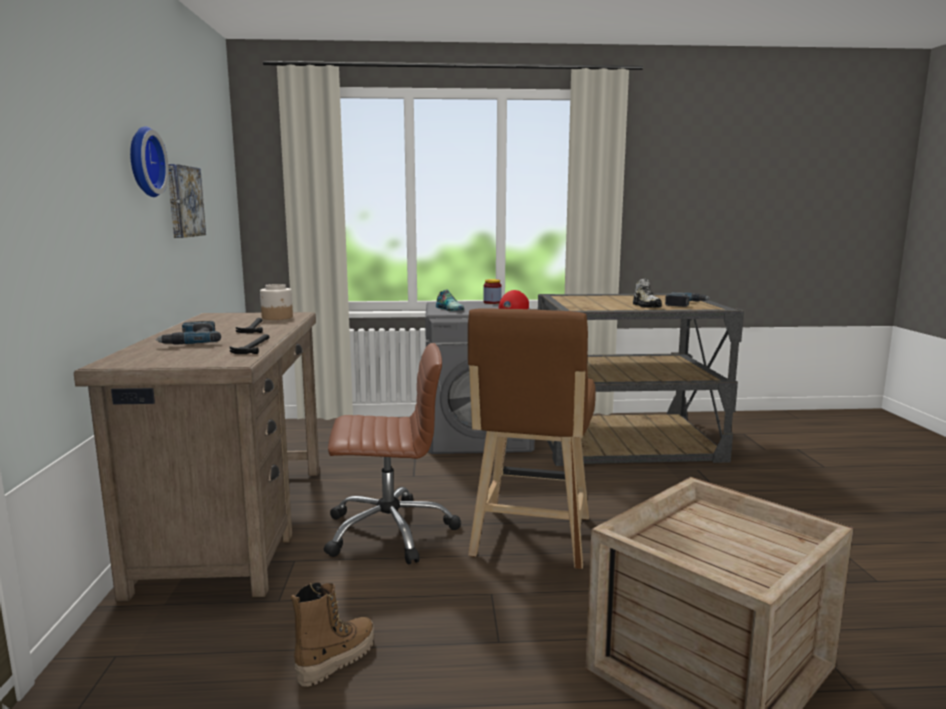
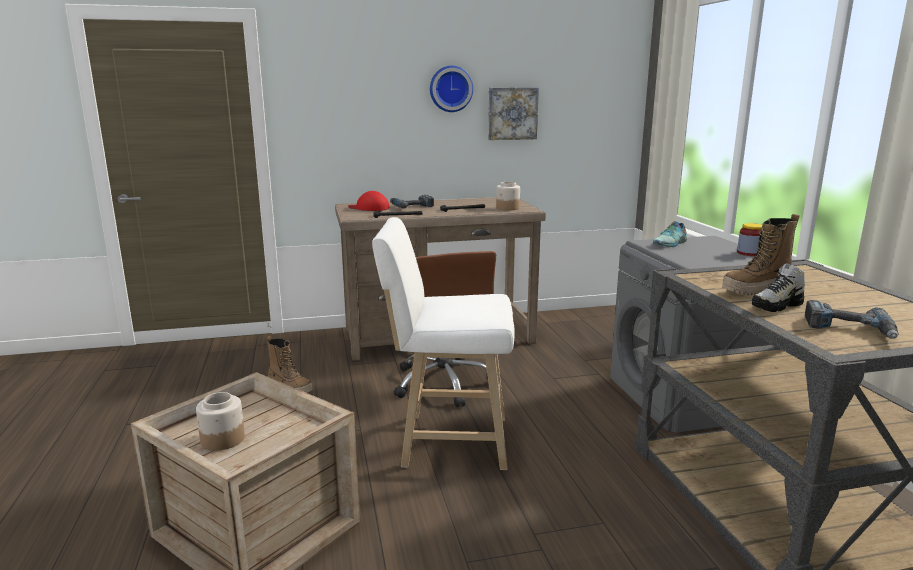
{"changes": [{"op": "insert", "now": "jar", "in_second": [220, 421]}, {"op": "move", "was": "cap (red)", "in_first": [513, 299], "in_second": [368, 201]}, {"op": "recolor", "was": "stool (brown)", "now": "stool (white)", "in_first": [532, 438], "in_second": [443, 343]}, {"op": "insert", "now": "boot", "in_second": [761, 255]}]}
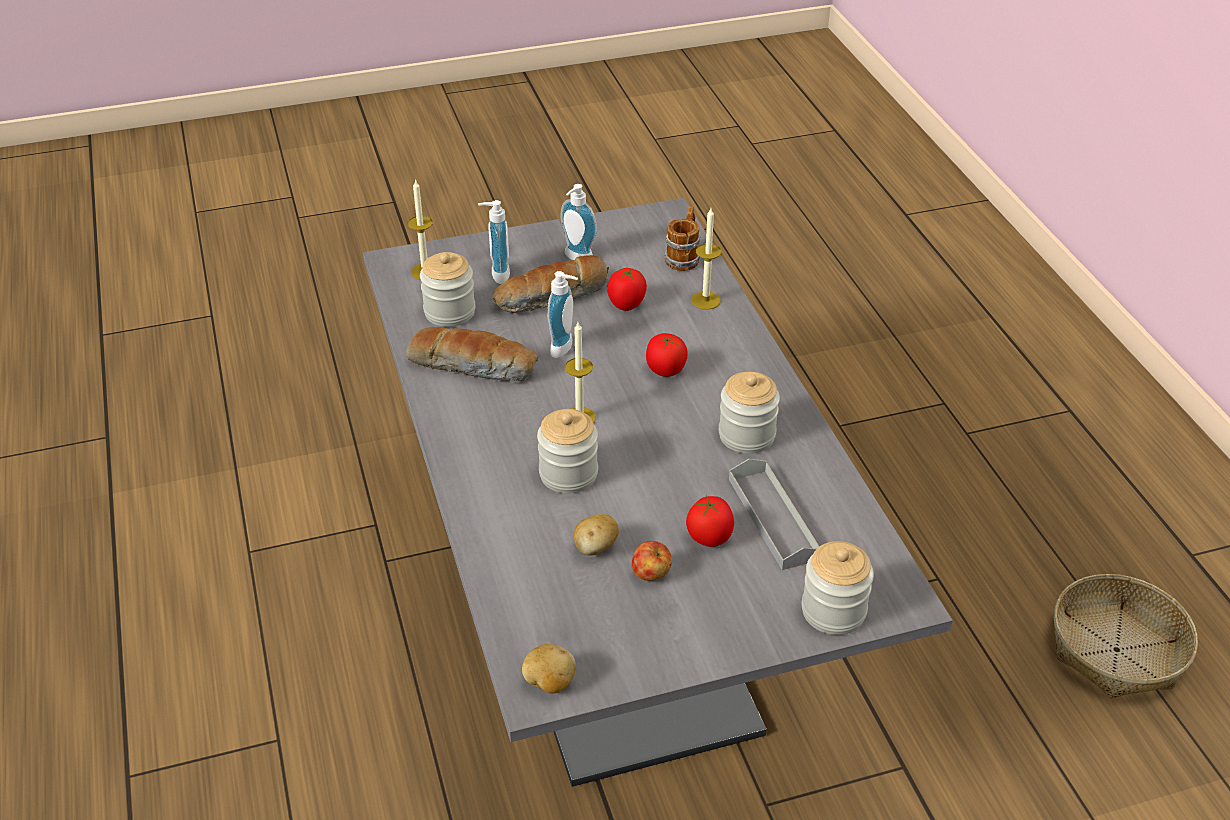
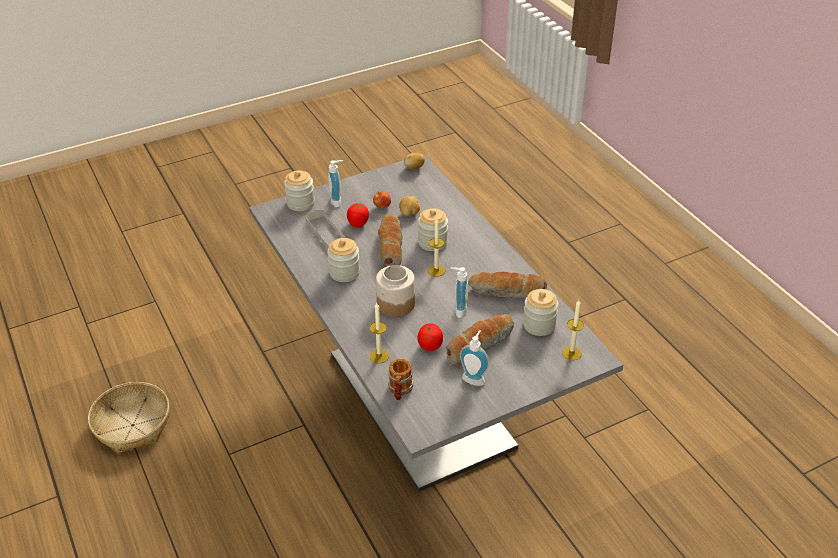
{"changes": [{"op": "move", "was": "soap dispenser", "in_first": [494, 242], "in_second": [335, 183]}, {"op": "replace", "was": "tomato", "now": "jar", "in_first": [667, 355], "in_second": [395, 291]}, {"op": "insert", "now": "bread", "in_second": [390, 240]}]}
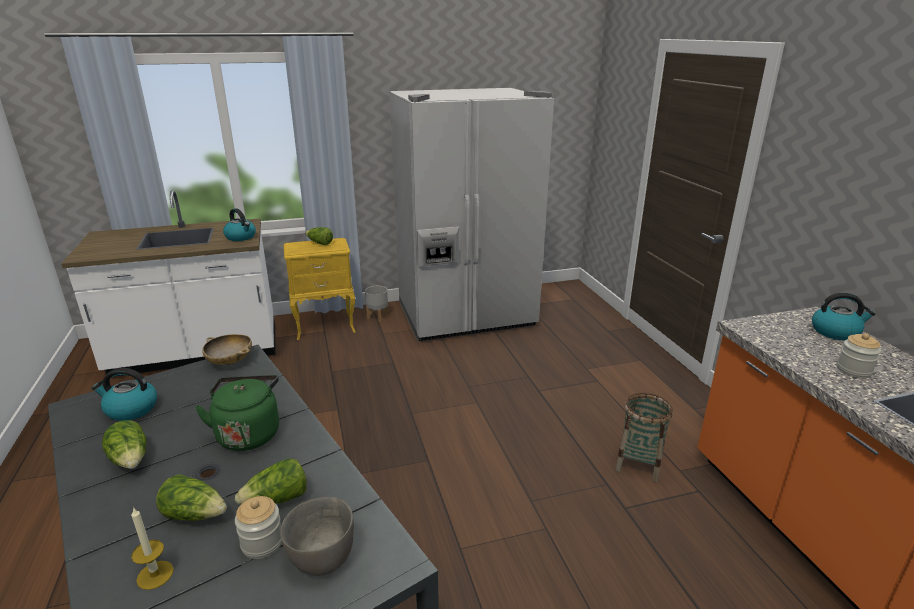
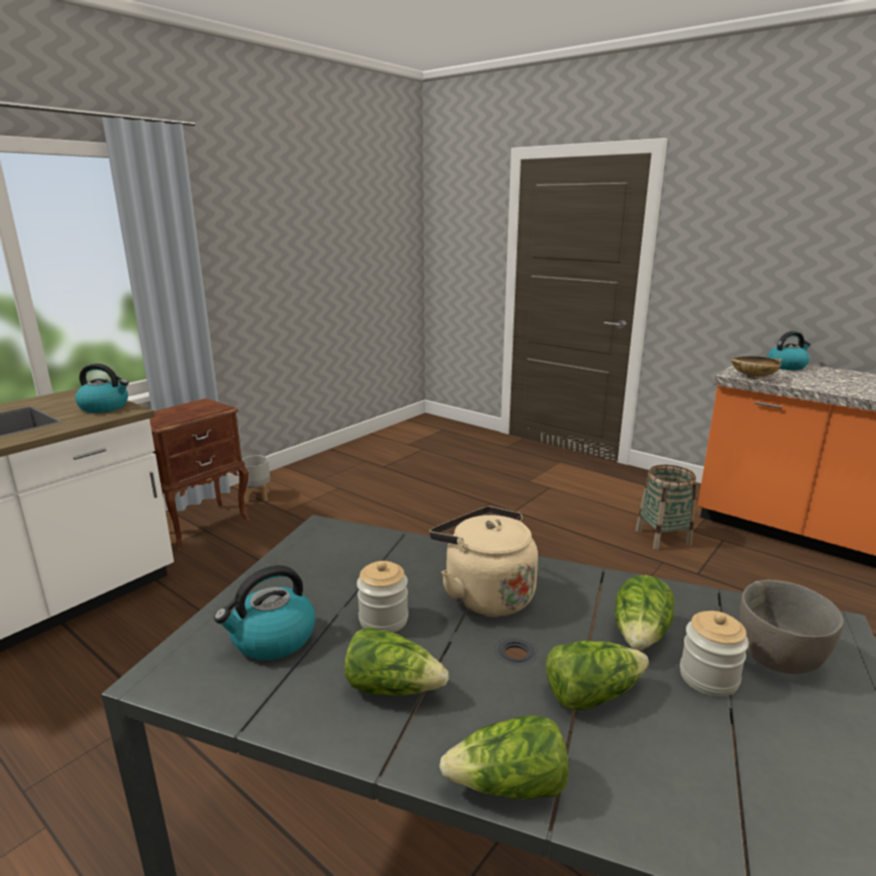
{"changes": [{"op": "recolor", "was": "nightstand (yellow)", "now": "nightstand (brown)", "in_first": [319, 289], "in_second": [199, 474]}, {"op": "move", "was": "jar", "in_first": [859, 355], "in_second": [382, 597]}, {"op": "recolor", "was": "kettle (green)", "now": "kettle (beige)", "in_first": [237, 413], "in_second": [483, 561]}, {"op": "move", "was": "lettuce", "in_first": [319, 236], "in_second": [504, 757]}, {"op": "move", "was": "bowl (beige)", "in_first": [227, 349], "in_second": [756, 367]}, {"op": "delete", "was": "candle", "in_first": [152, 548]}, {"op": "delete", "was": "fridge (white)", "in_first": [471, 215]}]}
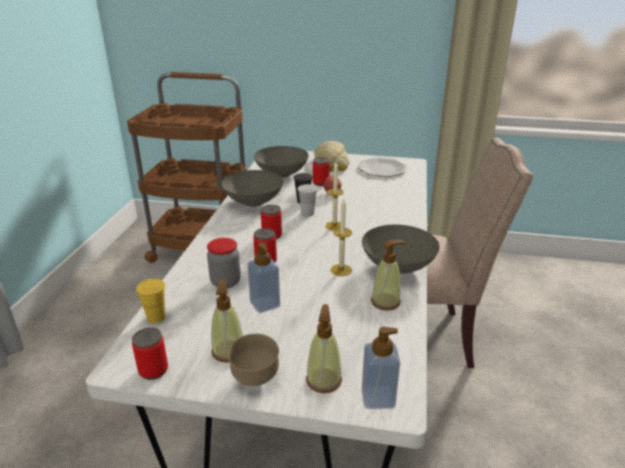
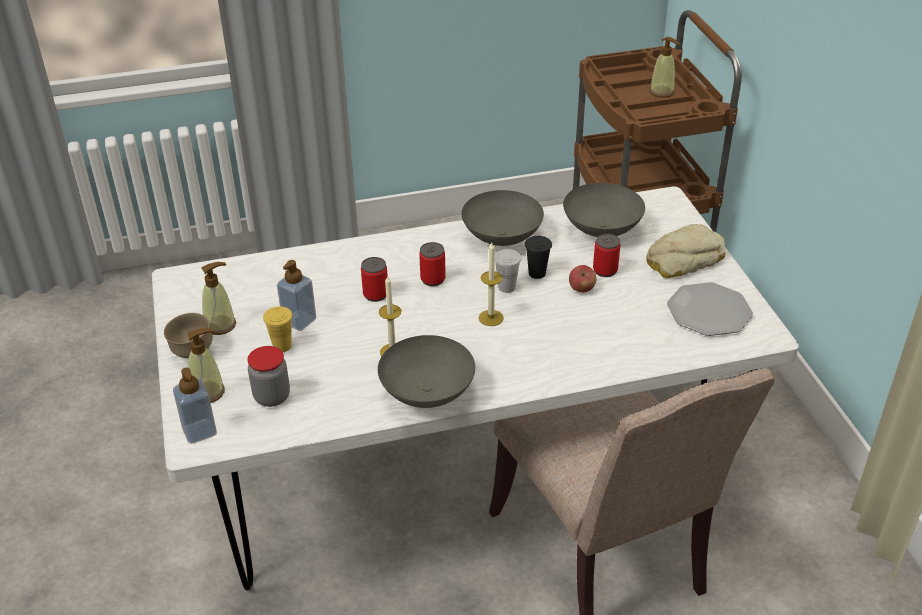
{"changes": [{"op": "move", "was": "jar", "in_first": [224, 263], "in_second": [268, 376]}, {"op": "move", "was": "cup (yellow)", "in_first": [150, 301], "in_second": [278, 329]}, {"op": "move", "was": "soap dispenser", "in_first": [388, 275], "in_second": [665, 67]}, {"op": "delete", "was": "can", "in_first": [150, 354]}]}
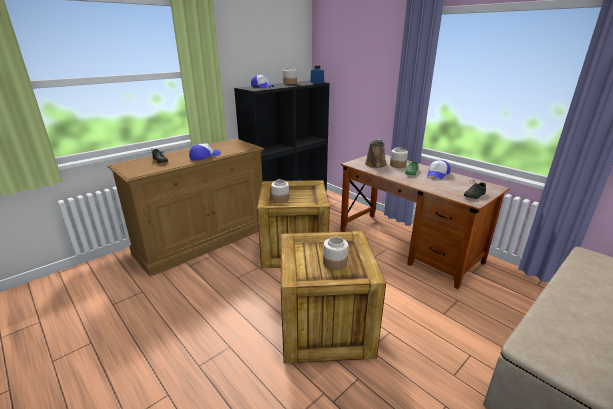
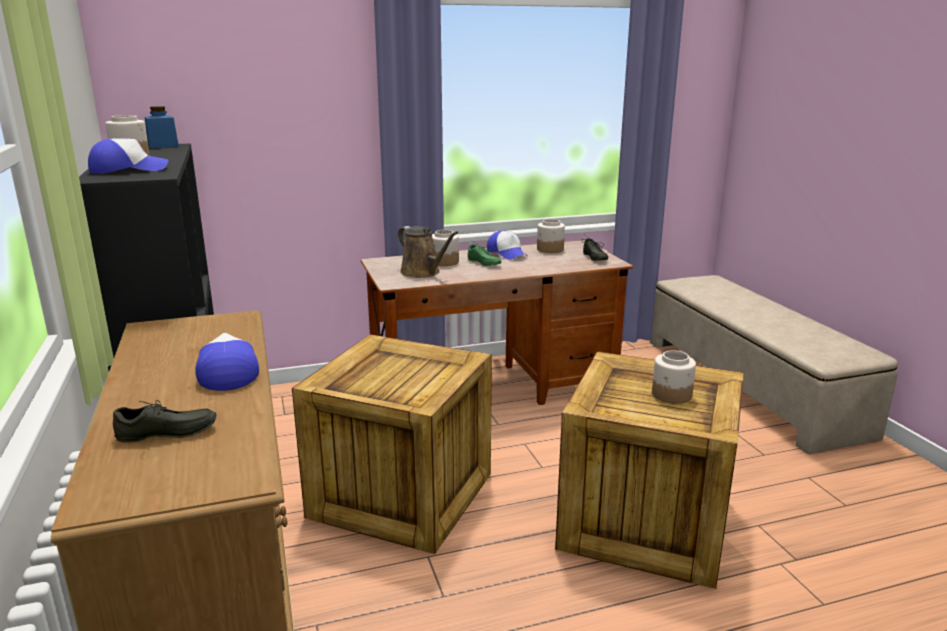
{"changes": [{"op": "move", "was": "jar", "in_first": [280, 191], "in_second": [551, 236]}]}
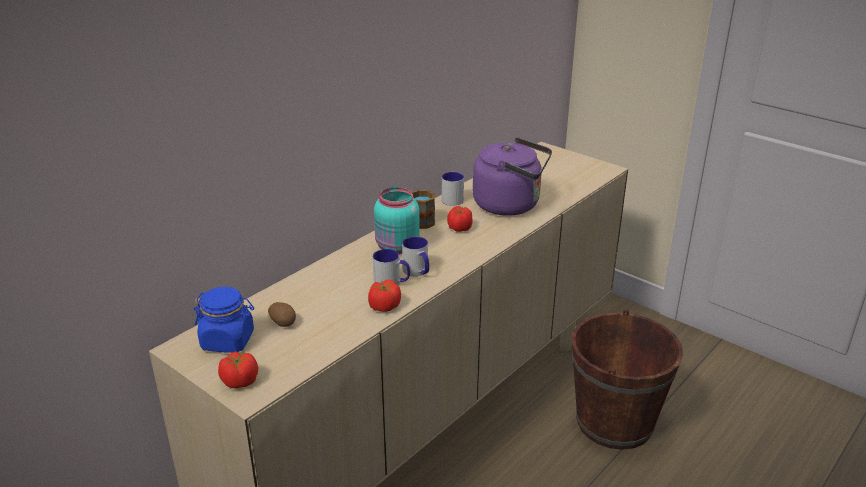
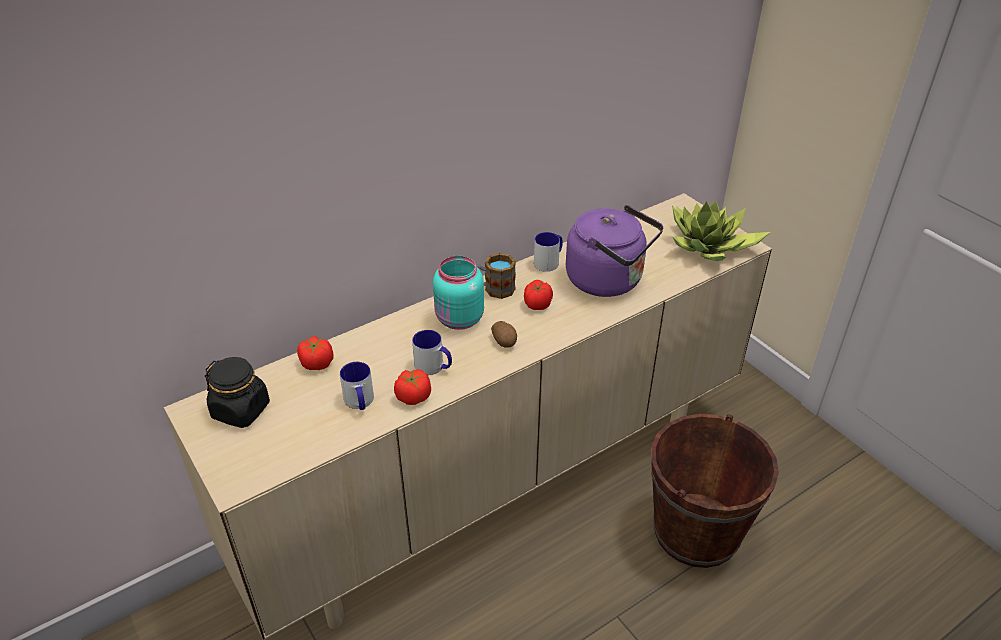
{"changes": [{"op": "recolor", "was": "jar (blue)", "now": "jar (black)", "in_first": [224, 320], "in_second": [237, 392]}, {"op": "move", "was": "tomato", "in_first": [238, 369], "in_second": [315, 353]}, {"op": "move", "was": "mug", "in_first": [415, 256], "in_second": [357, 386]}, {"op": "move", "was": "potato", "in_first": [282, 314], "in_second": [504, 334]}, {"op": "insert", "now": "potted plant", "in_second": [721, 230]}]}
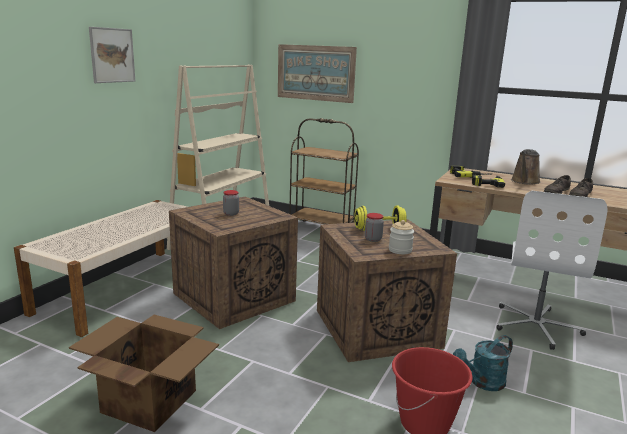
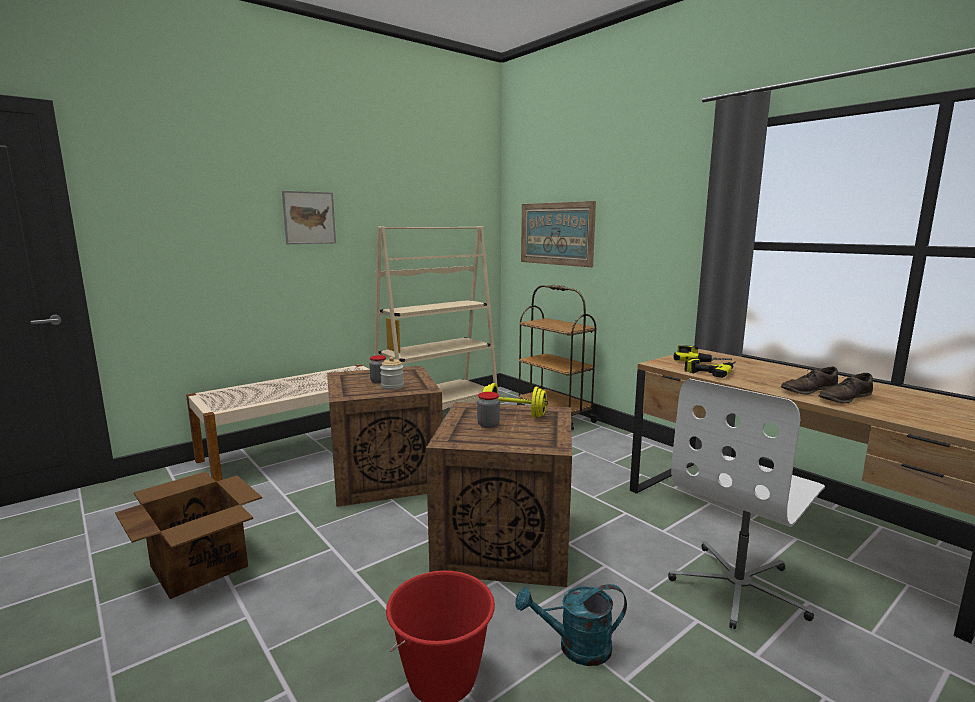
{"changes": [{"op": "move", "was": "jar", "in_first": [401, 237], "in_second": [392, 373]}, {"op": "delete", "was": "watering can (brown)", "in_first": [526, 167]}]}
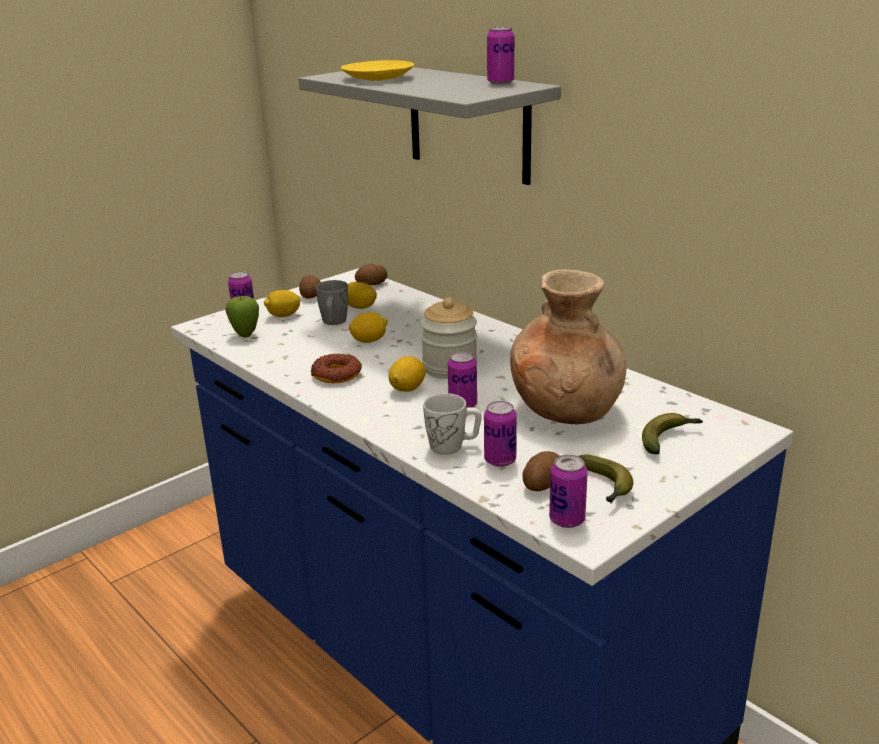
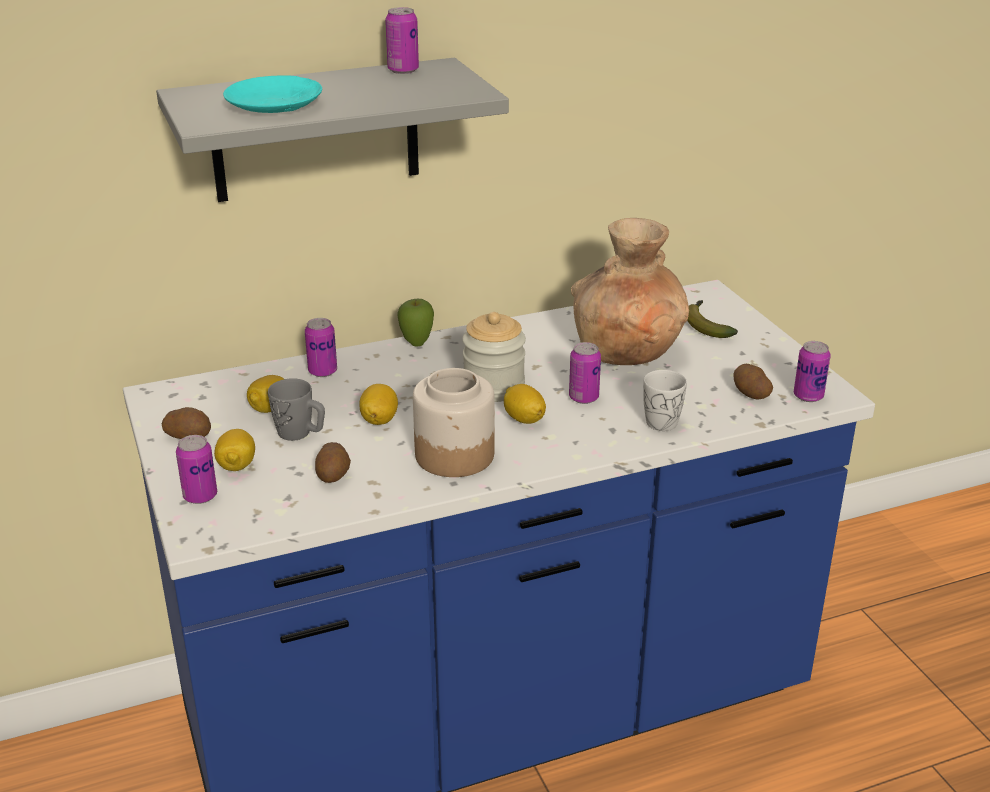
{"changes": [{"op": "recolor", "was": "plate (yellow)", "now": "plate (turquoise)", "in_first": [377, 70], "in_second": [272, 94]}, {"op": "move", "was": "can", "in_first": [500, 434], "in_second": [321, 347]}, {"op": "move", "was": "potato", "in_first": [371, 274], "in_second": [333, 462]}, {"op": "move", "was": "apple", "in_first": [242, 316], "in_second": [415, 322]}, {"op": "replace", "was": "donut", "now": "jar", "in_first": [336, 368], "in_second": [454, 422]}, {"op": "delete", "was": "banana", "in_first": [605, 479]}]}
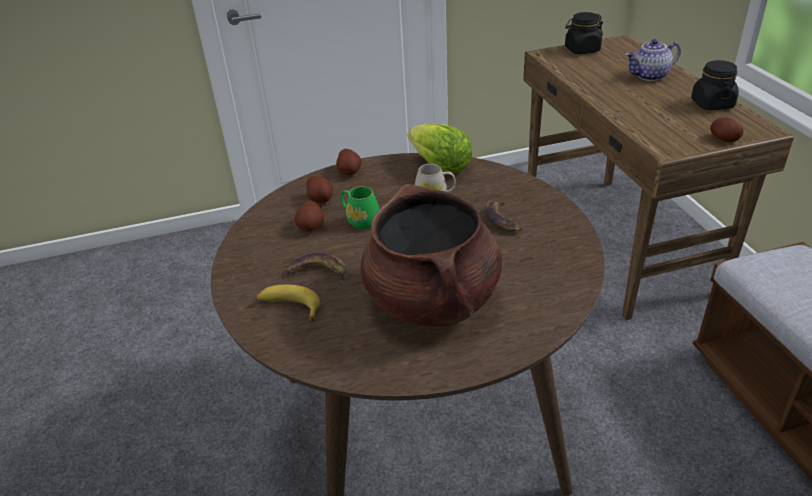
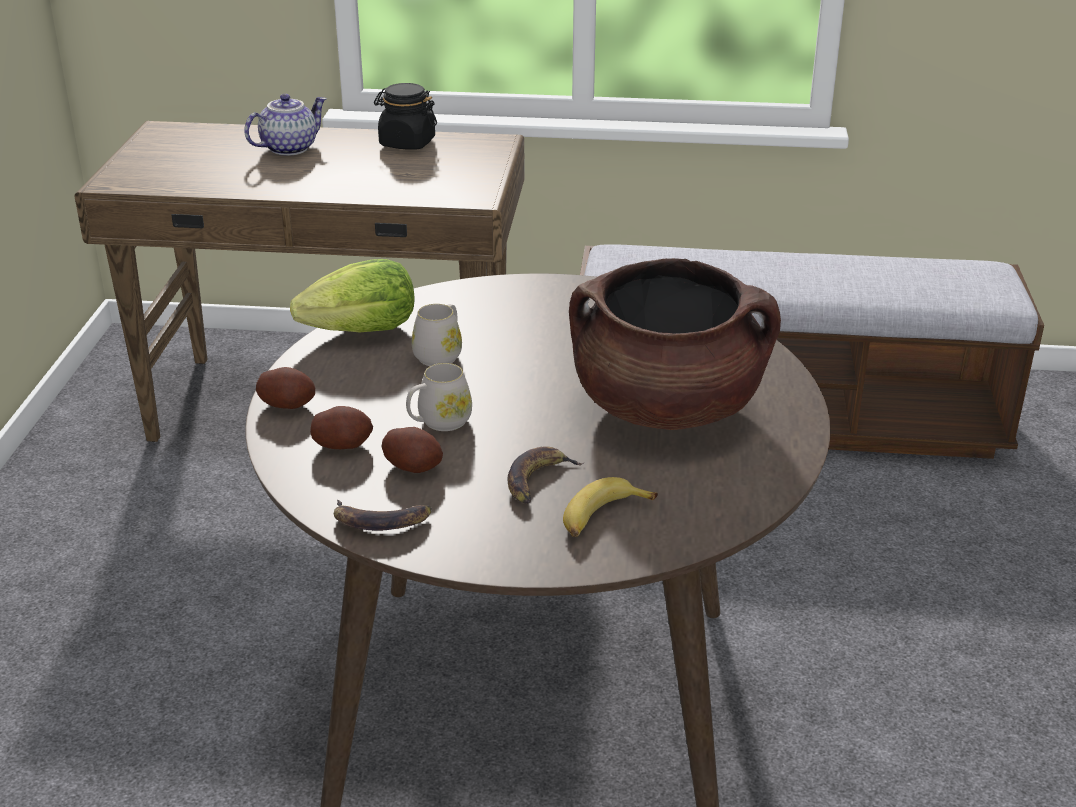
{"changes": [{"op": "rotate", "was": "teapot", "in_first": [653, 60], "in_second": [285, 125], "clockwise": -135}, {"op": "move", "was": "banana", "in_first": [503, 216], "in_second": [383, 515]}, {"op": "recolor", "was": "mug (green)", "now": "mug (white)", "in_first": [360, 207], "in_second": [439, 397]}, {"op": "delete", "was": "jar (black)", "in_first": [584, 33]}, {"op": "delete", "was": "potato", "in_first": [727, 130]}]}
